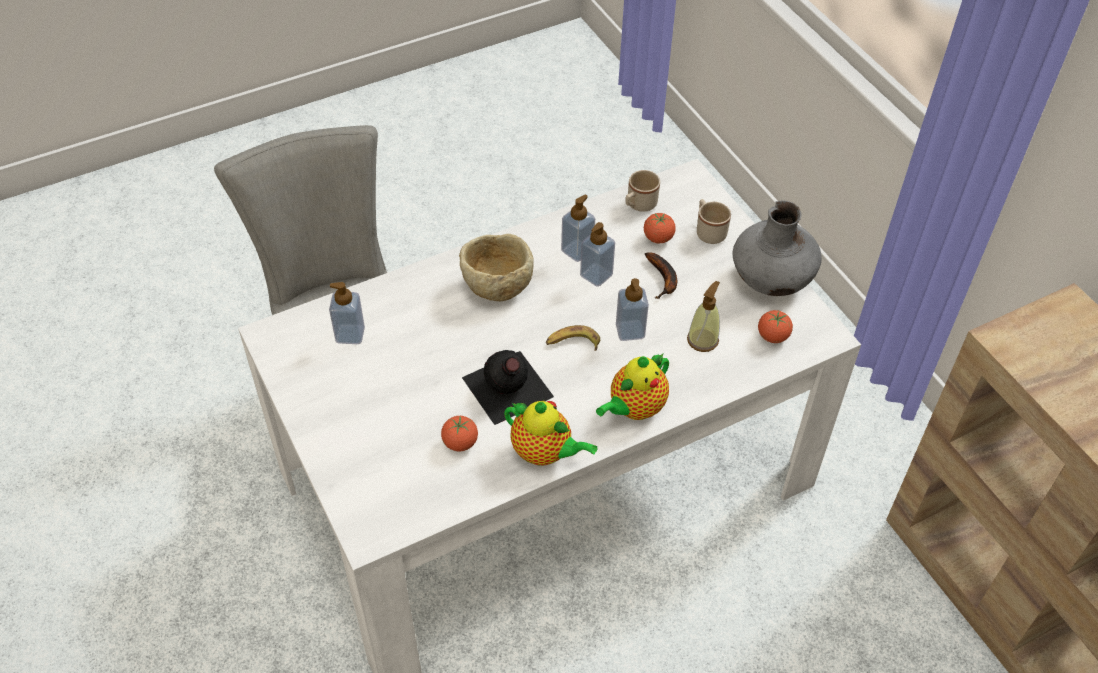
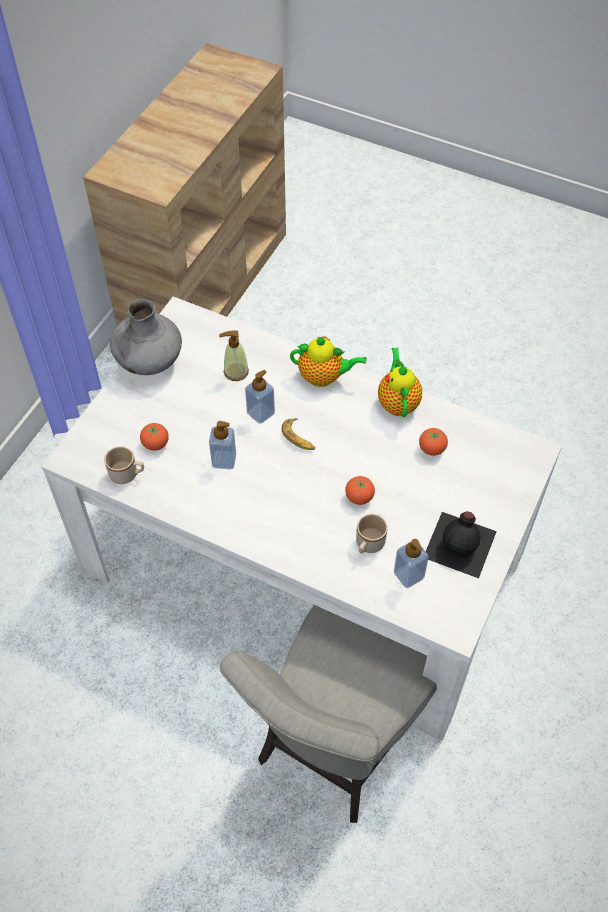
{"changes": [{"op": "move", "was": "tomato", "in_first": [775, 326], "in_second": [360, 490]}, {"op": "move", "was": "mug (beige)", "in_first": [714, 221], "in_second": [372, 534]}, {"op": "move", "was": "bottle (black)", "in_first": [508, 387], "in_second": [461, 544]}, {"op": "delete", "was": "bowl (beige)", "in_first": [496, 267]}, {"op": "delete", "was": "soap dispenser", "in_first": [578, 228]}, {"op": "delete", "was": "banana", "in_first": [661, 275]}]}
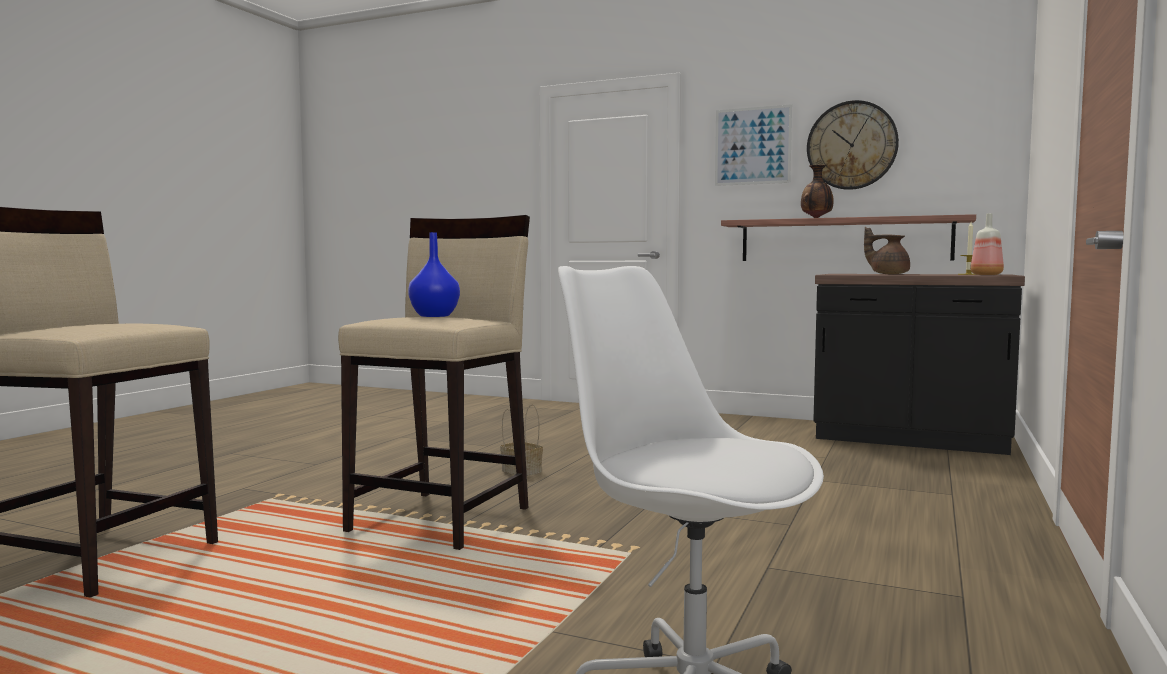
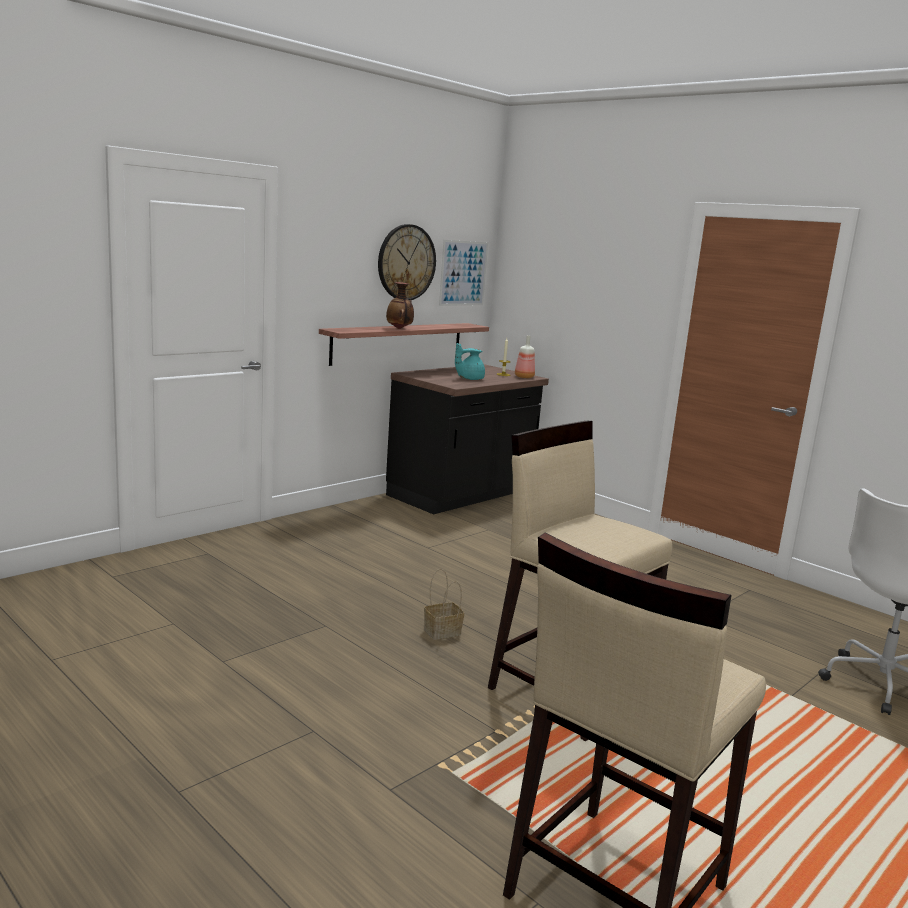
{"changes": [{"op": "move", "was": "picture", "in_first": [753, 145], "in_second": [463, 273]}, {"op": "recolor", "was": "teapot (brown)", "now": "teapot (turquoise)", "in_first": [887, 250], "in_second": [470, 361]}, {"op": "delete", "was": "vase (blue)", "in_first": [434, 274]}]}
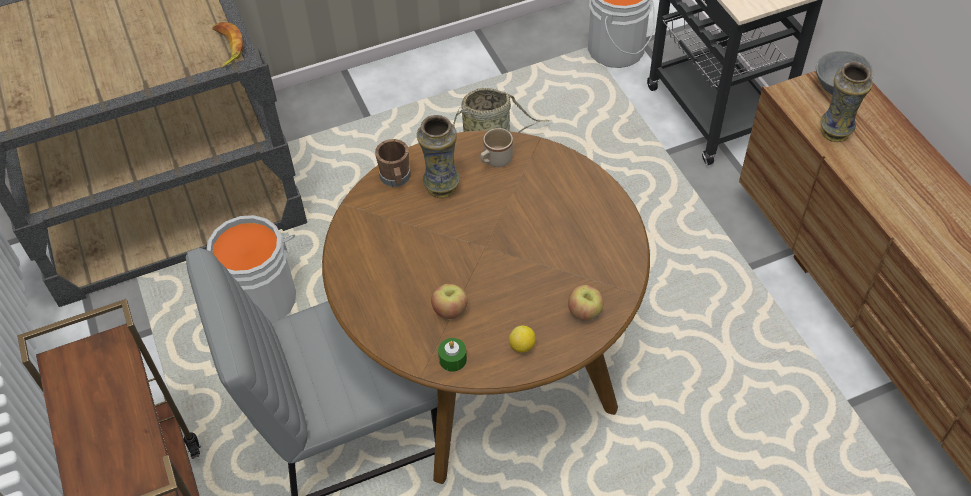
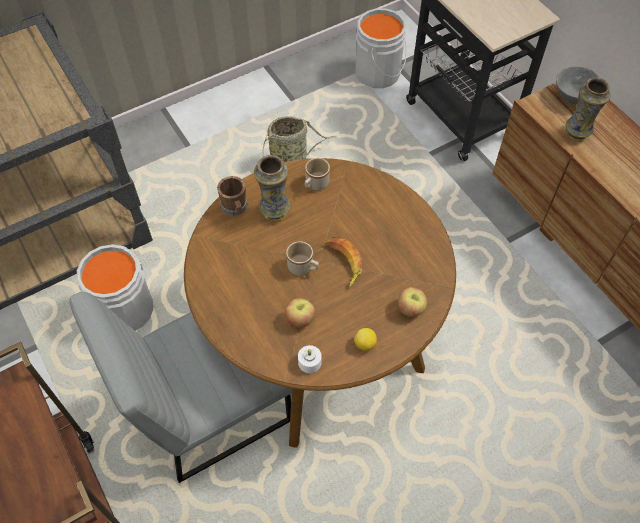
{"changes": [{"op": "insert", "now": "mug (beige)", "in_second": [302, 258]}, {"op": "recolor", "was": "candle (green)", "now": "candle (white)", "in_first": [452, 355], "in_second": [309, 359]}, {"op": "move", "was": "banana", "in_first": [228, 45], "in_second": [343, 262]}]}
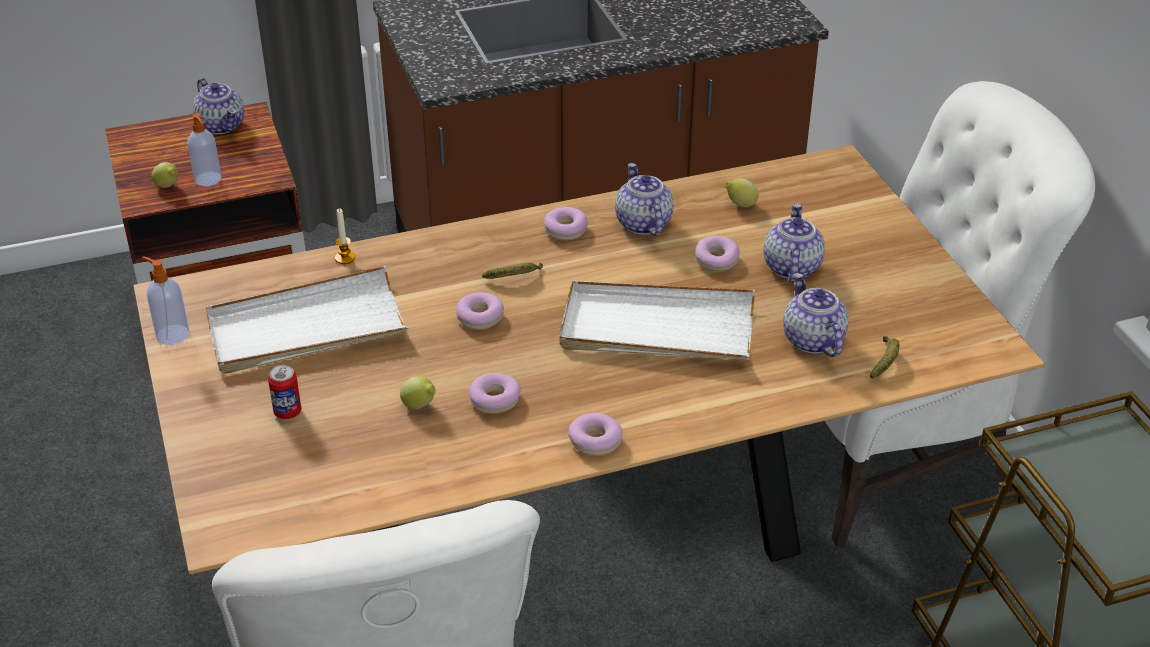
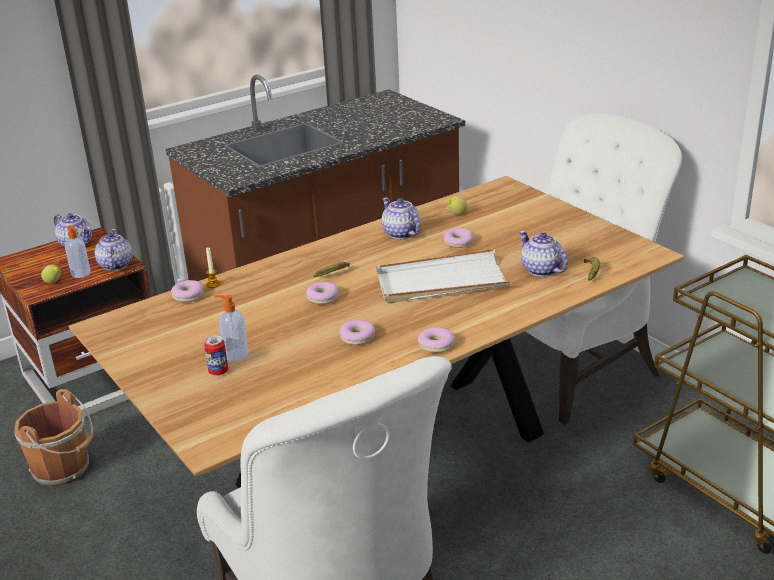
{"changes": [{"op": "insert", "now": "bucket (brown)", "in_second": [54, 438]}, {"op": "move", "was": "teapot", "in_first": [794, 243], "in_second": [114, 250]}, {"op": "move", "was": "donut", "in_first": [565, 223], "in_second": [187, 291]}, {"op": "move", "was": "soap dispenser", "in_first": [166, 300], "in_second": [231, 328]}, {"op": "delete", "was": "tray (white)", "in_first": [307, 320]}, {"op": "delete", "was": "lemon", "in_first": [418, 392]}]}
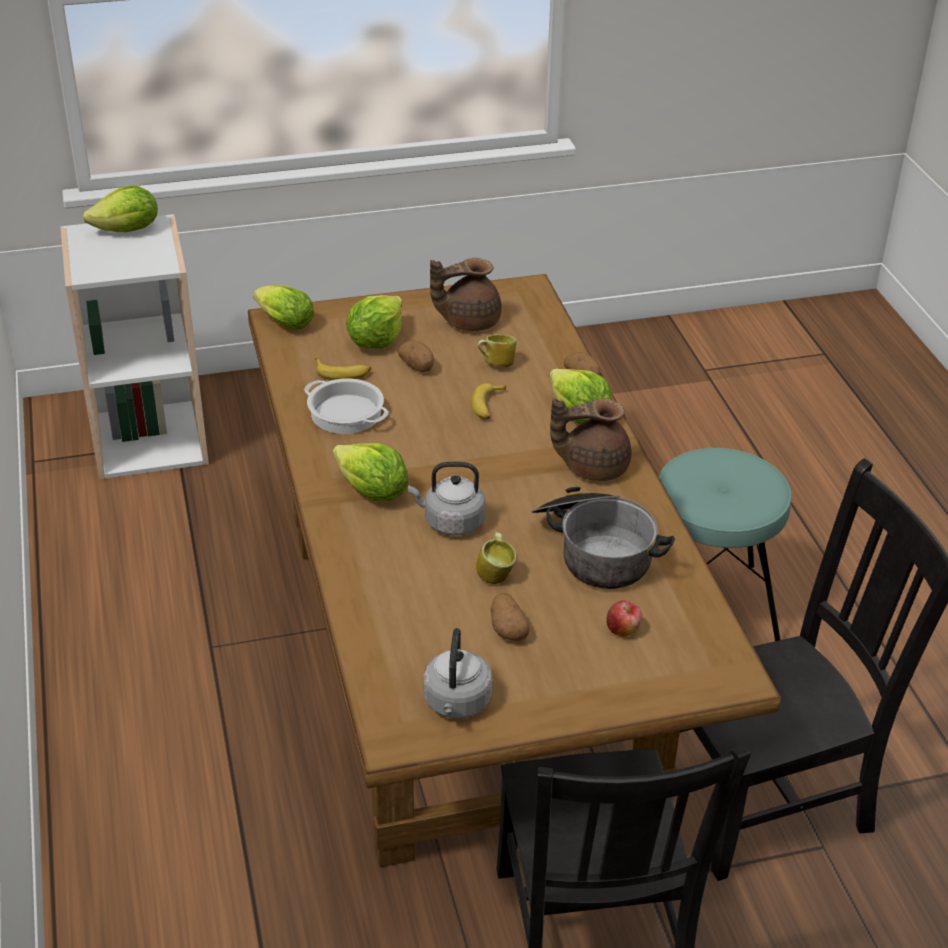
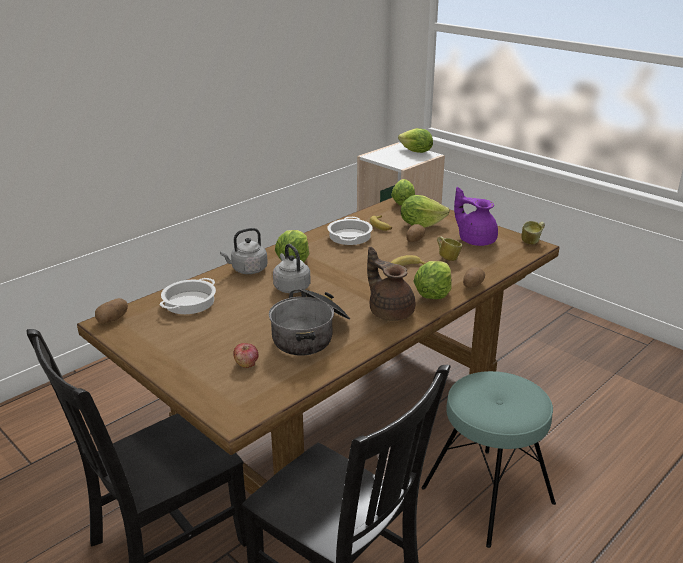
{"changes": [{"op": "move", "was": "potato", "in_first": [510, 617], "in_second": [111, 310]}, {"op": "insert", "now": "cooking pot", "in_second": [187, 296]}, {"op": "move", "was": "kettle (grey)", "in_first": [458, 673], "in_second": [244, 251]}, {"op": "recolor", "was": "teapot (brown)", "now": "teapot (purple)", "in_first": [466, 294], "in_second": [476, 216]}, {"op": "move", "was": "mug", "in_first": [496, 558], "in_second": [533, 233]}]}
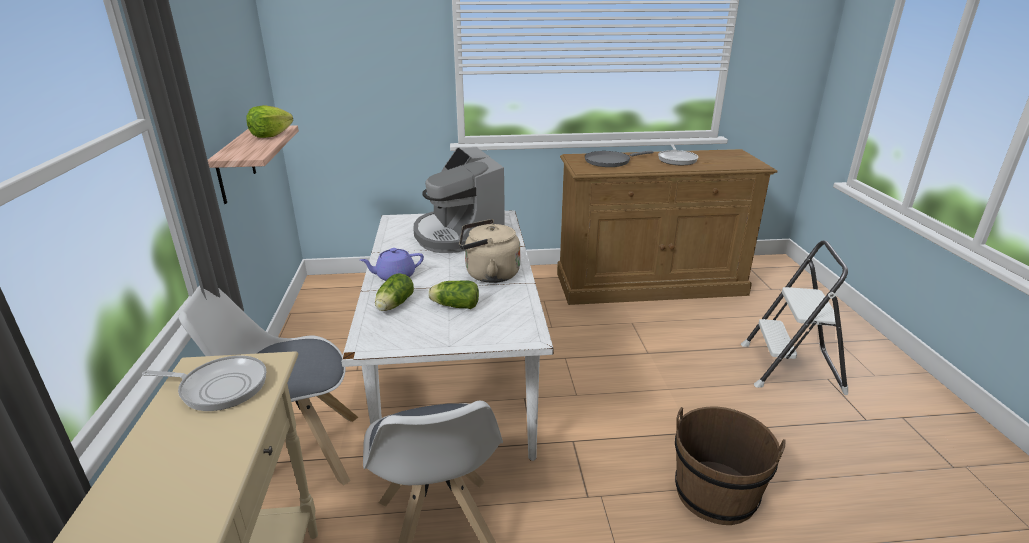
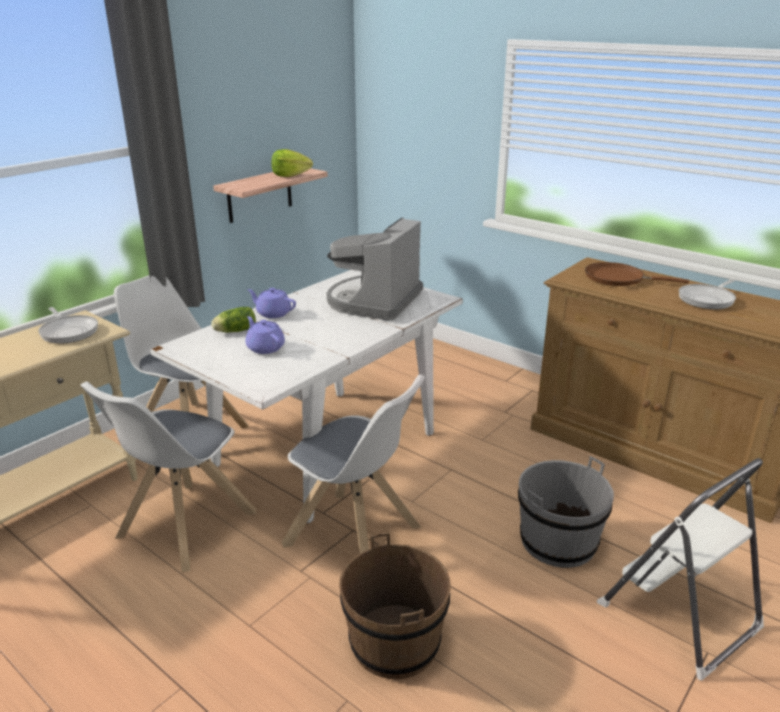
{"changes": [{"op": "replace", "was": "lettuce", "now": "teapot (purple)", "in_first": [453, 294], "in_second": [265, 335]}, {"op": "insert", "now": "chair", "in_second": [353, 463]}, {"op": "insert", "now": "bucket (grey)", "in_second": [566, 512]}, {"op": "recolor", "was": "frying pan (grey)", "now": "frying pan (brown)", "in_first": [619, 159], "in_second": [637, 274]}, {"op": "delete", "was": "kettle (beige)", "in_first": [489, 251]}]}
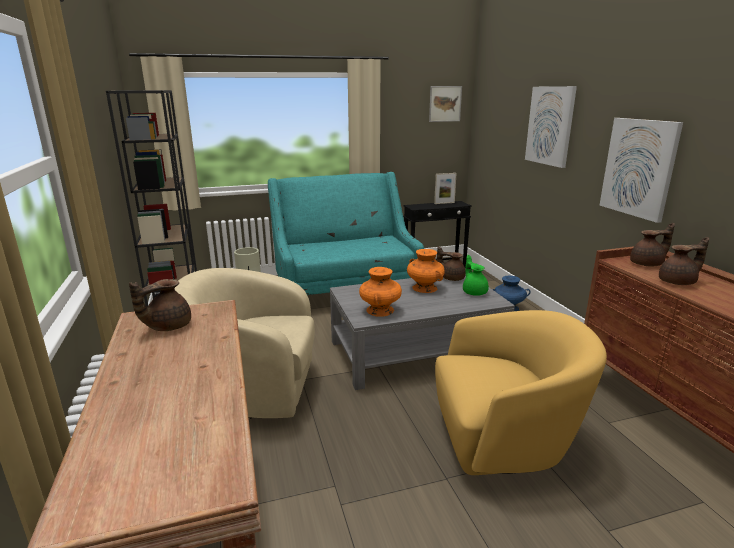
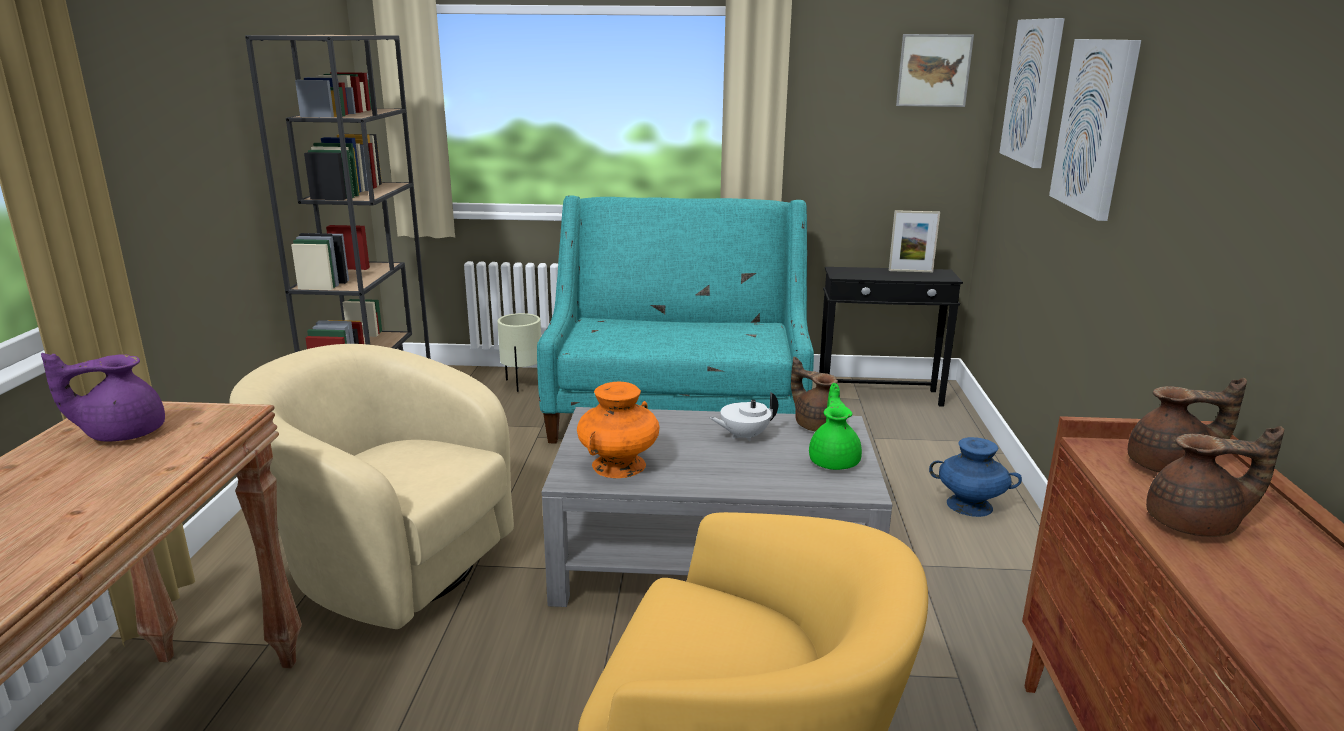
{"changes": [{"op": "recolor", "was": "teapot (brown)", "now": "teapot (purple)", "in_first": [160, 305], "in_second": [103, 397]}, {"op": "replace", "was": "vase (orange)", "now": "teapot (white)", "in_first": [426, 271], "in_second": [743, 416]}, {"op": "move", "was": "picture", "in_first": [641, 170], "in_second": [1032, 93]}]}
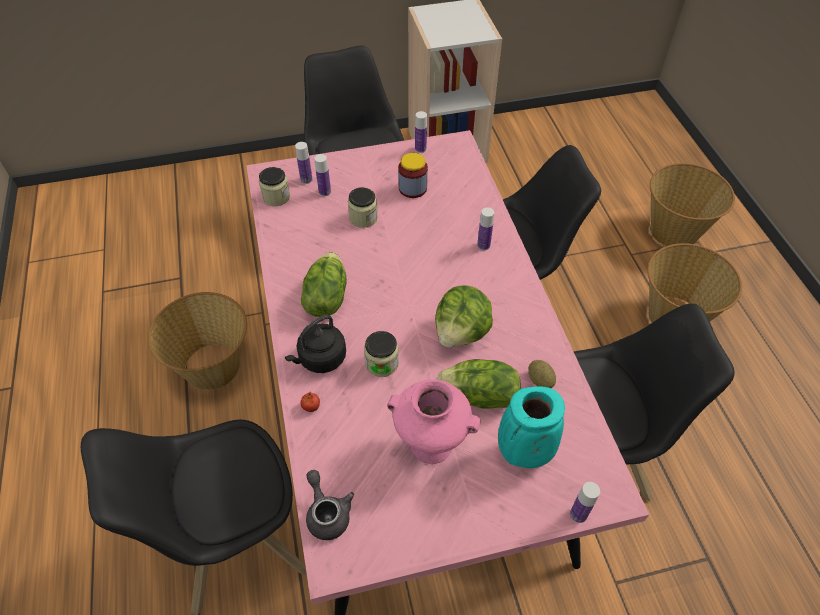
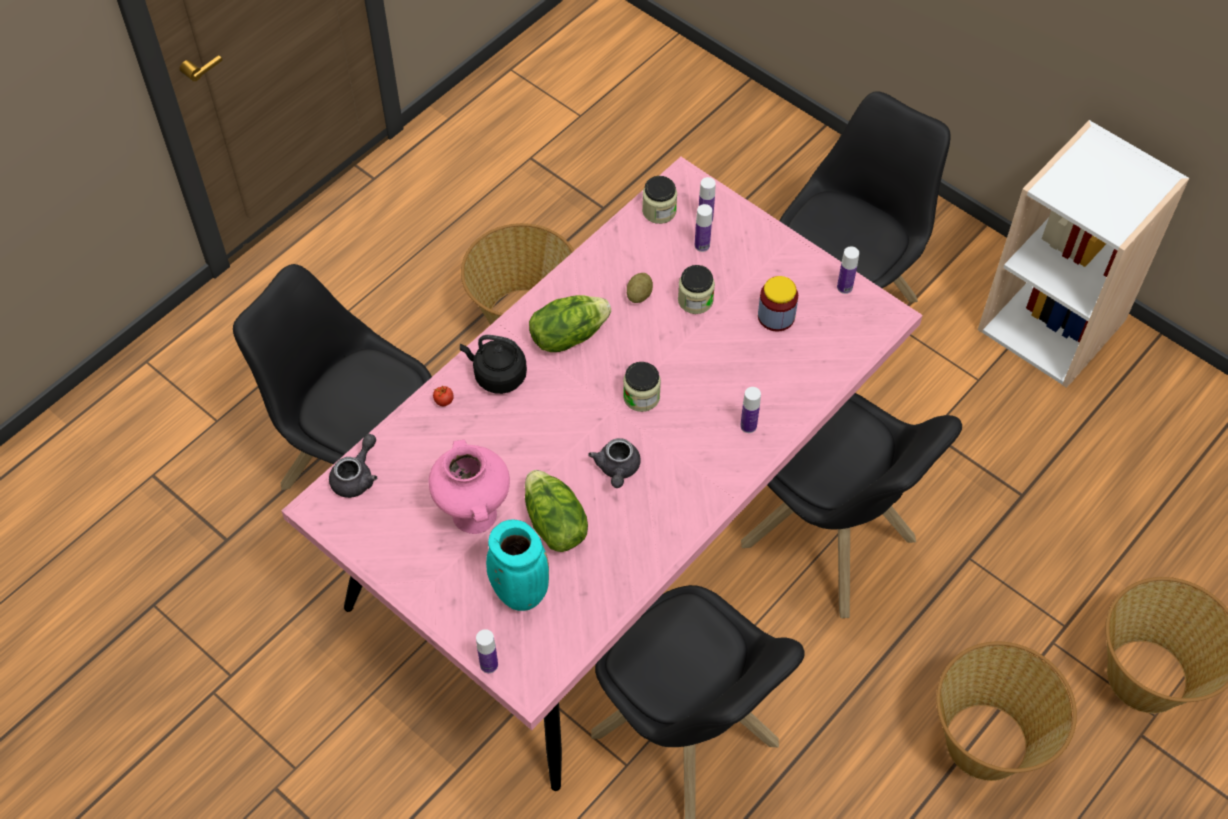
{"changes": [{"op": "replace", "was": "lettuce", "now": "teapot (grey)", "in_first": [464, 316], "in_second": [614, 463]}, {"op": "move", "was": "jar", "in_first": [381, 354], "in_second": [642, 387]}, {"op": "move", "was": "potato", "in_first": [542, 374], "in_second": [640, 288]}]}
